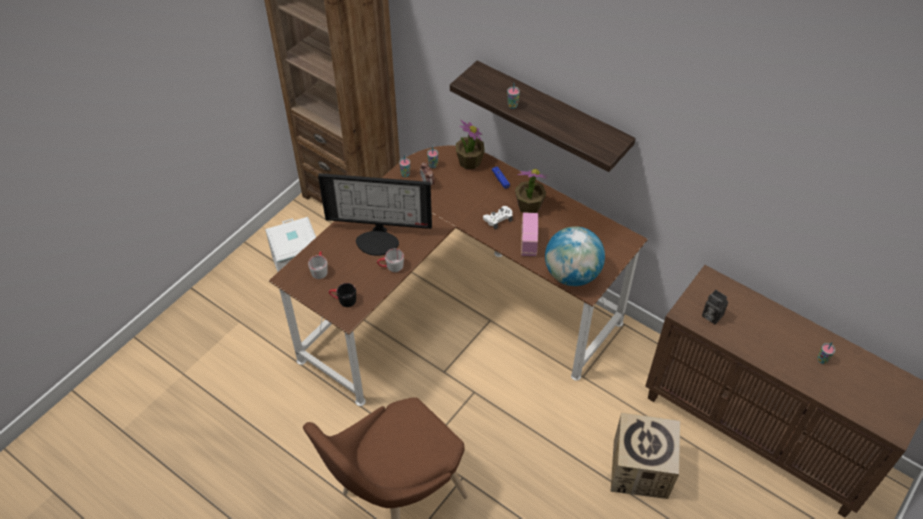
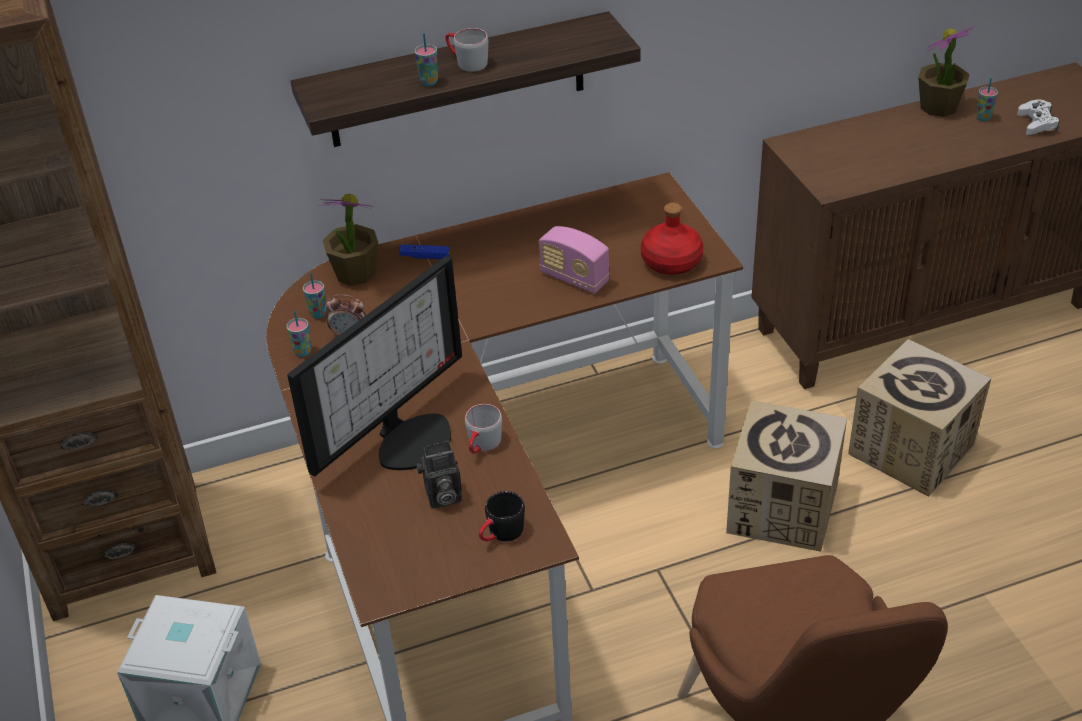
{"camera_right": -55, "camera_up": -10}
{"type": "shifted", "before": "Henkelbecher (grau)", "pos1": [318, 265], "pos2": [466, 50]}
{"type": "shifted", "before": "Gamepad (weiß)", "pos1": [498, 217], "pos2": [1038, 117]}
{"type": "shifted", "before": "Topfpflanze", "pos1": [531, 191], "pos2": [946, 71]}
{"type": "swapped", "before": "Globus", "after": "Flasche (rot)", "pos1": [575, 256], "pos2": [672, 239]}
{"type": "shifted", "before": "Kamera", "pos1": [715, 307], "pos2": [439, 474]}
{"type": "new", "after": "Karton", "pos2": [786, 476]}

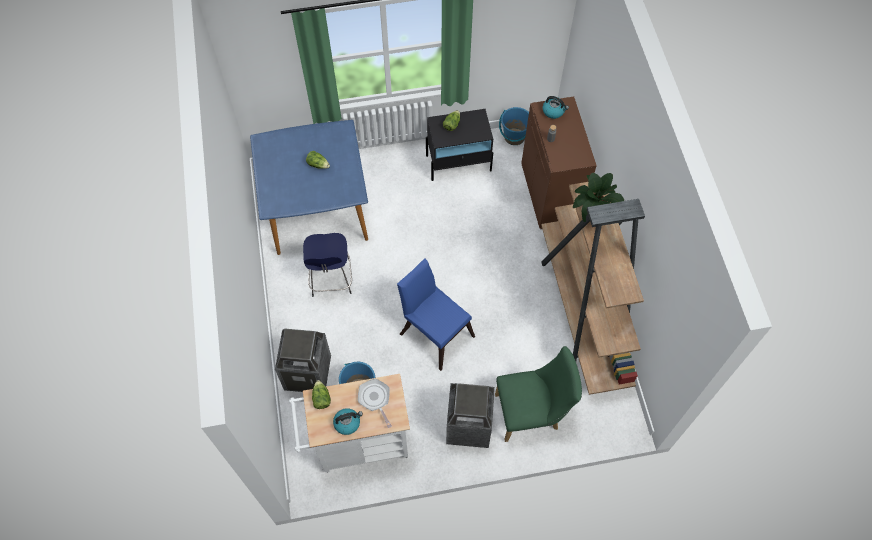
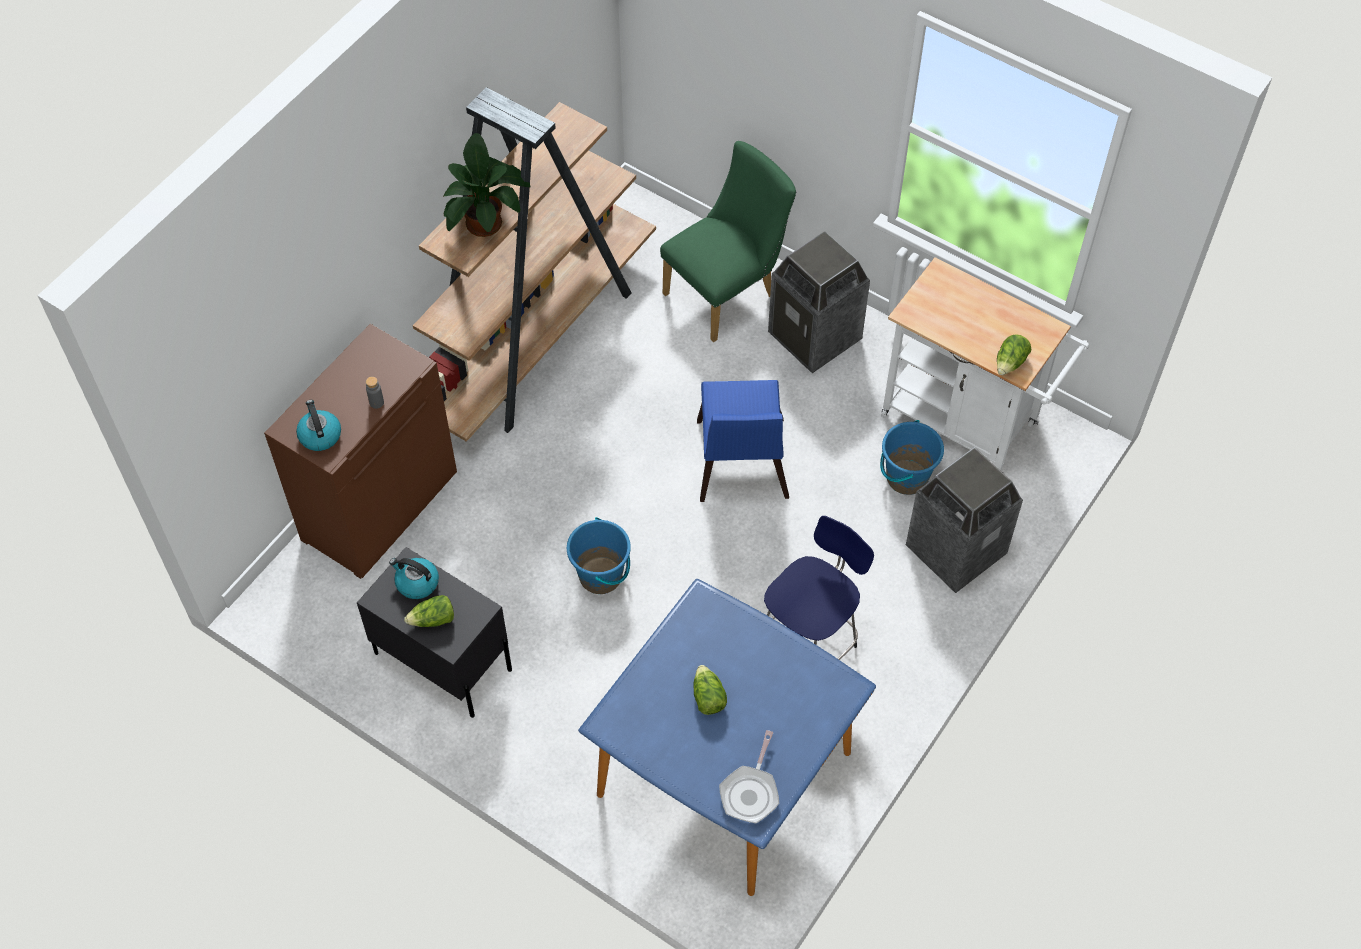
{"camera_right": -135, "camera_up": -5}
{"type": "shifted", "before": "Wasserkessel", "pos1": [348, 421], "pos2": [414, 578]}
{"type": "shifted", "before": "Pfanne", "pos1": [375, 403], "pos2": [749, 776]}
{"type": "rotated", "before": "Stuhl (grün)", "pos1": [538, 394], "pos2": [728, 241], "turn": 105}
{"type": "shifted", "before": "Eimer (blau)", "pos1": [514, 126], "pos2": [599, 555]}

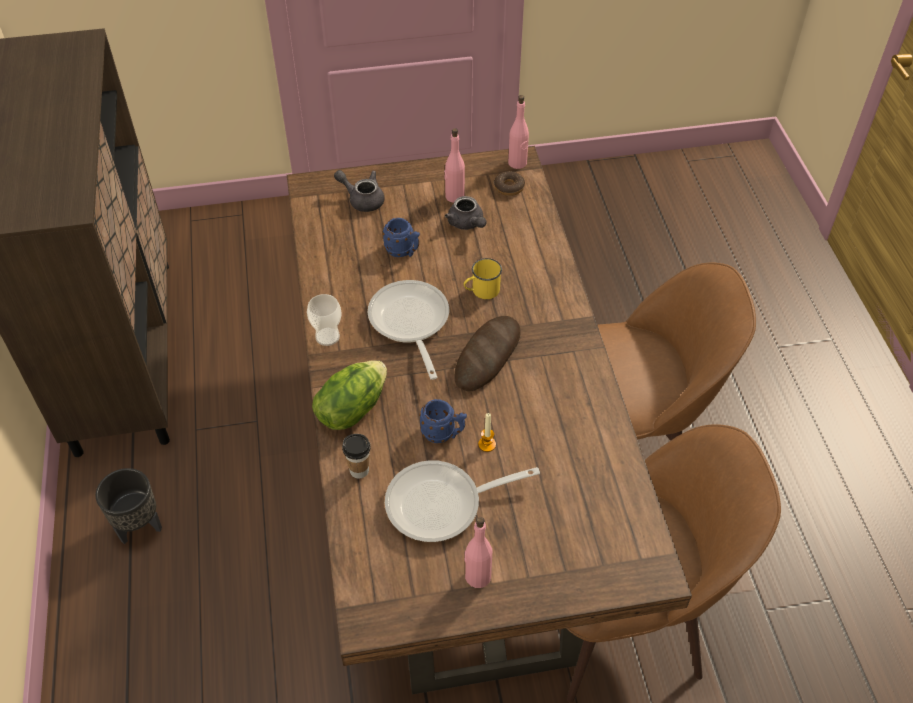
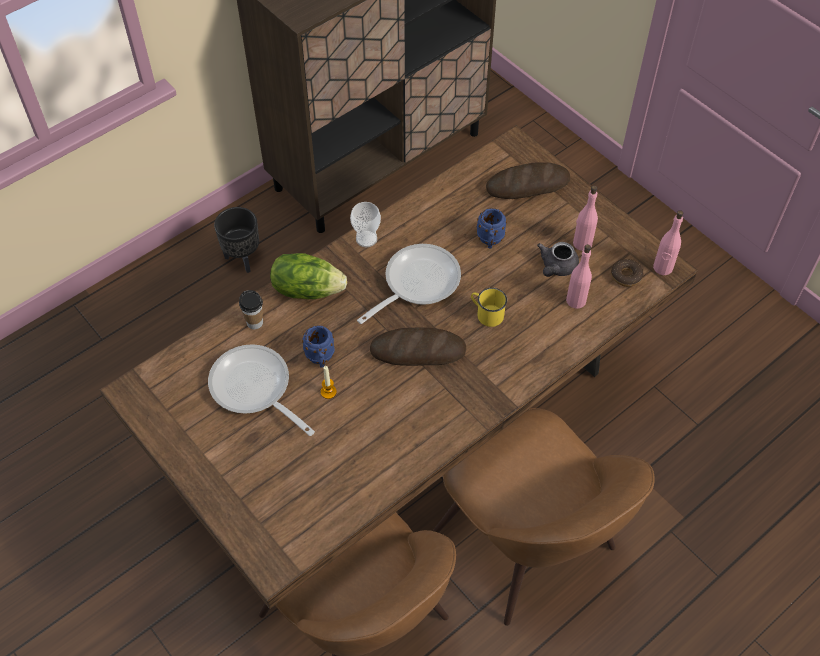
{"camera_right": 60, "camera_up": 5}
{"type": "swapped", "before": "Teekanne (grau)", "after": "Brot", "pos1": [359, 191], "pos2": [528, 180]}
{"type": "shifted", "before": "Flasche (rosa)", "pos1": [478, 552], "pos2": [579, 276]}

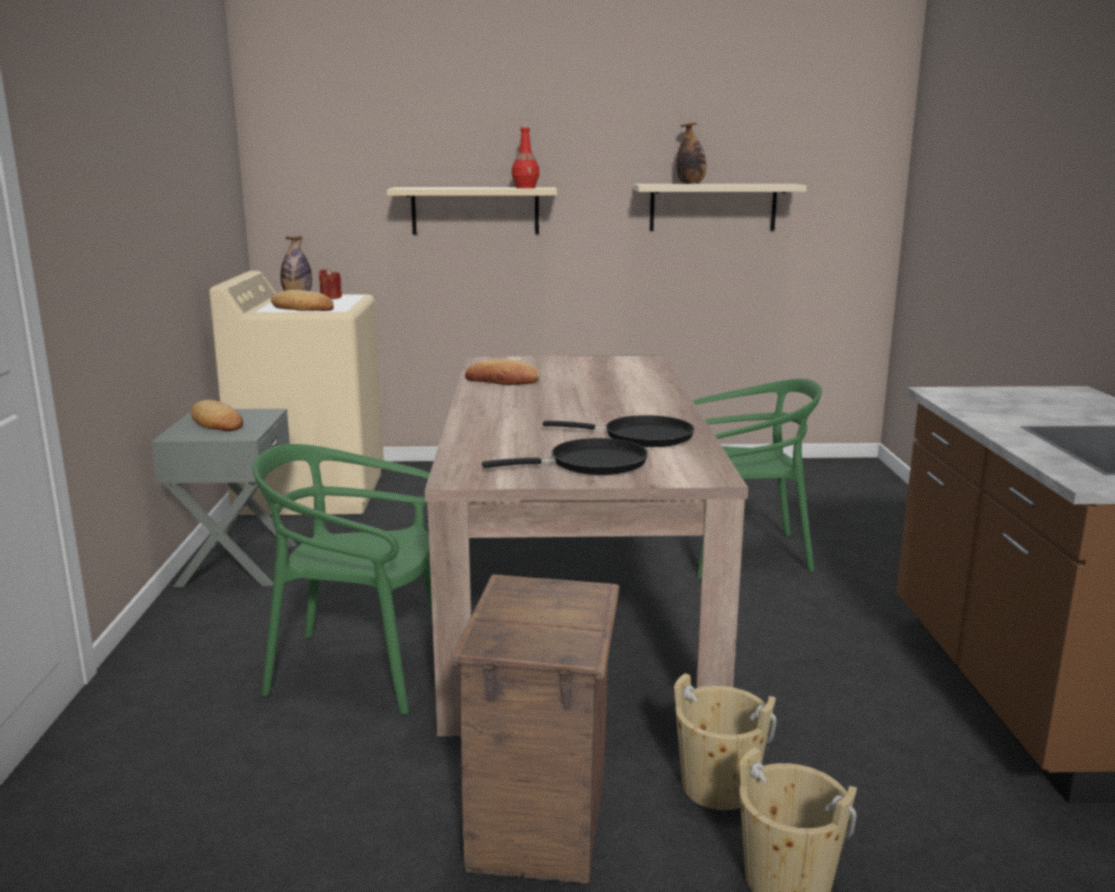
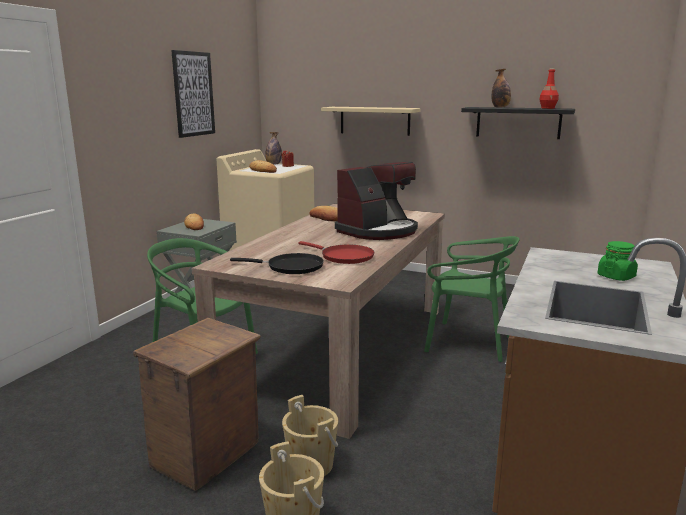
{"camera_right": 25, "camera_up": 0}
{"type": "shifted", "before": "Flasche (rot)", "pos1": [526, 156], "pos2": [549, 88]}
{"type": "repainted", "before": "Pfanne (schwarz)", "after": "Pfanne (rot)", "pos1": [618, 431], "pos2": [336, 252]}
{"type": "repainted", "before": "Wandregal (beige)", "after": "Wandregal (schwarz)", "pos1": [720, 207], "pos2": [518, 123]}
{"type": "new", "after": "Bild", "pos2": [193, 94]}
{"type": "new", "after": "Kaffeemaschine", "pos2": [376, 201]}
{"type": "new", "after": "Vorratsglas (grün)", "pos2": [618, 261]}

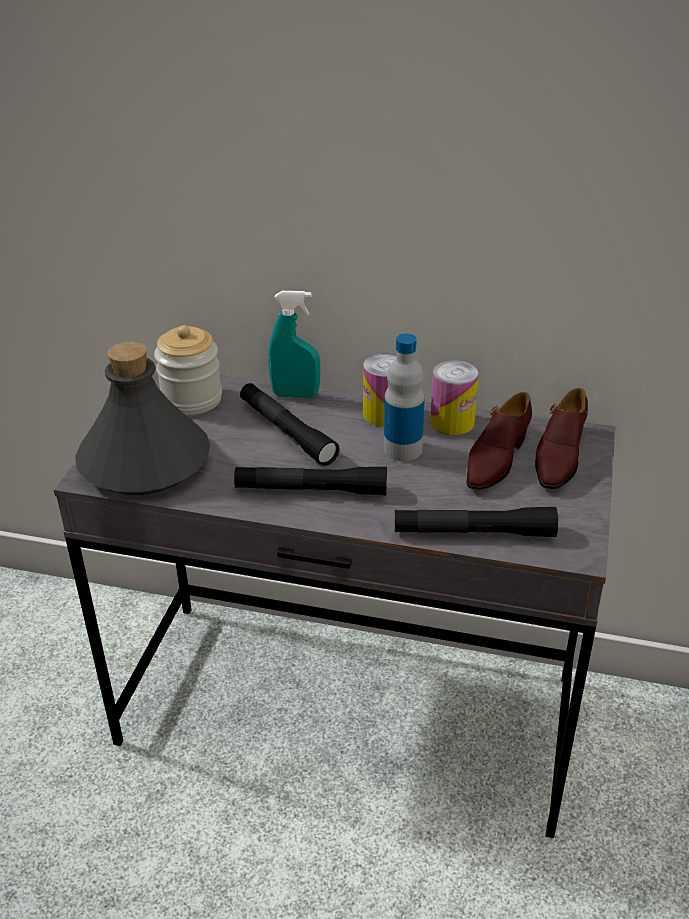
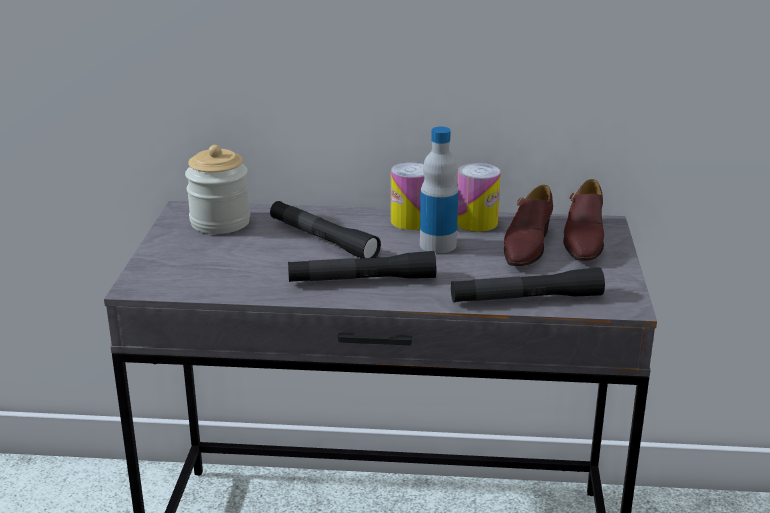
{"camera_right": -10, "camera_up": -10}
{"type": "gone", "before": "Flasche (grau)", "pos1": [142, 418]}
{"type": "gone", "before": "Sprühflasche (türkis)", "pos1": [294, 344]}

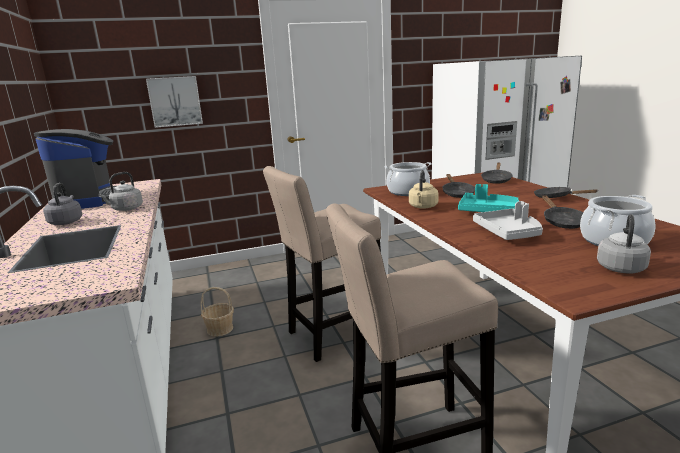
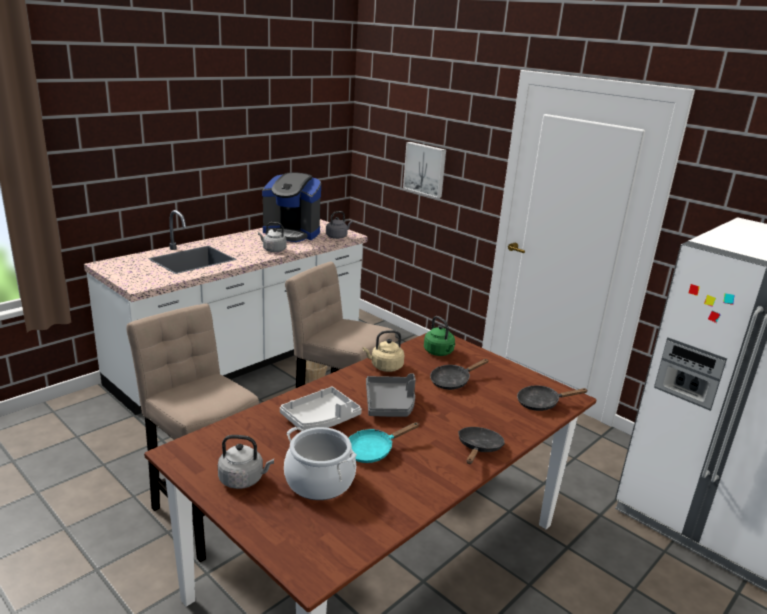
{"camera_right": 60, "camera_up": 5}
{"type": "rotated", "before": "Kaffeemaschine", "pos1": [75, 169], "pos2": [291, 207], "turn": 60}
{"type": "shifted", "before": "Wasserkessel (grau)", "pos1": [62, 204], "pos2": [339, 225]}
{"type": "swapped", "before": "Kochtopf", "after": "Wasserkessel (grün)", "pos1": [408, 179], "pos2": [439, 336]}
{"type": "repainted", "before": "Tablett (türkis)", "after": "Tablett (grau)", "pos1": [488, 198], "pos2": [391, 395]}
{"type": "repainted", "before": "Pfanne (schwarz)", "after": "Pfanne (türkis)", "pos1": [562, 212], "pos2": [384, 442]}

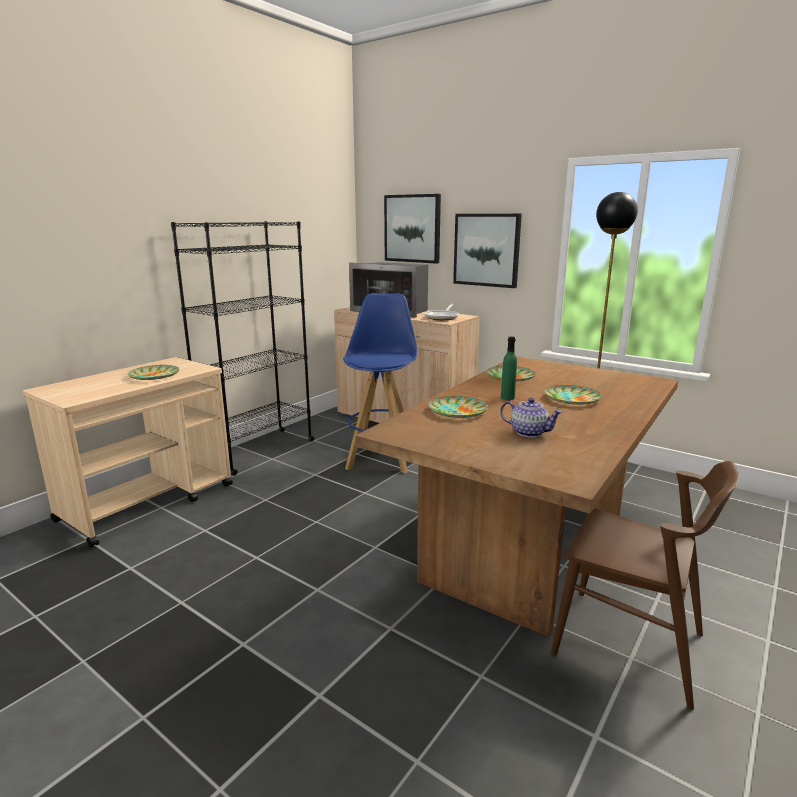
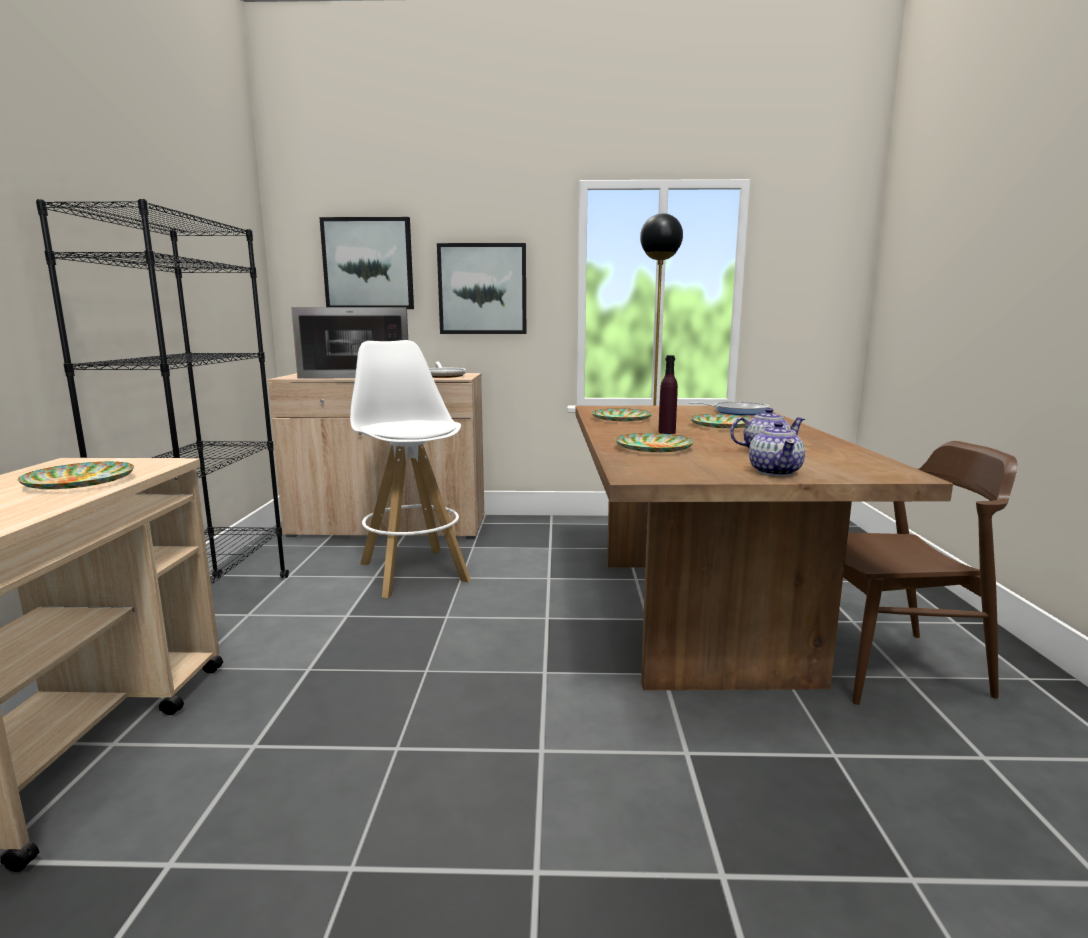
{"camera_right": -35, "camera_up": -5}
{"type": "repainted", "before": "Hocker (blau)", "after": "Hocker (weiß)", "pos1": [380, 383], "pos2": [410, 469]}
{"type": "repainted", "before": "Flasche (grün)", "after": "Flasche (lila)", "pos1": [509, 368], "pos2": [668, 394]}
{"type": "new", "after": "Pfanne", "pos2": [729, 408]}
{"type": "new", "after": "Teekanne", "pos2": [777, 448]}

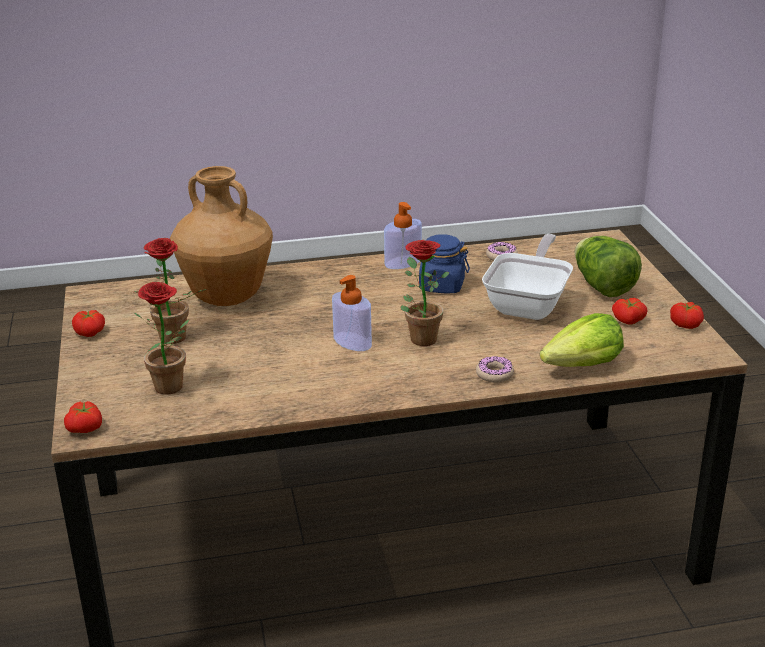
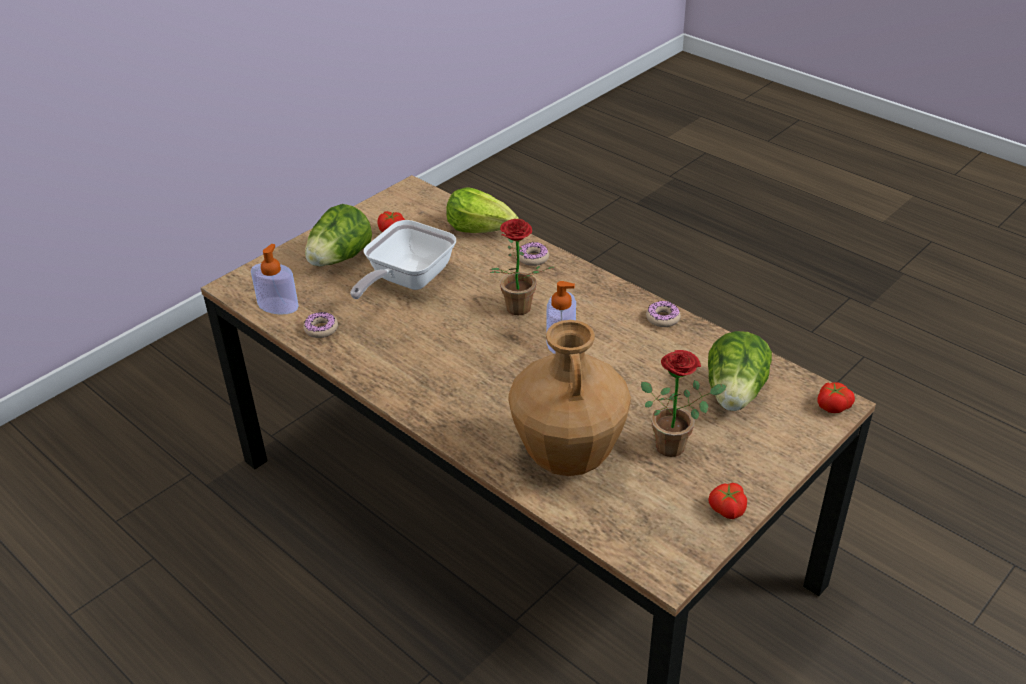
{"camera_right": -125, "camera_up": 10}
{"type": "swapped", "before": "Topfpflanze", "after": "Salatkopf", "pos1": [161, 338], "pos2": [740, 371]}
{"type": "shifted", "before": "Seifenspender", "pos1": [403, 235], "pos2": [275, 279]}
{"type": "gone", "before": "Vorratsglas (blau)", "pos1": [444, 263]}
{"type": "rotated", "before": "Pfanne", "pos1": [527, 277], "pos2": [403, 259], "turn": -45}
{"type": "gone", "before": "Tomate", "pos1": [687, 315]}
{"type": "new", "after": "Donut", "pos2": [663, 314]}

